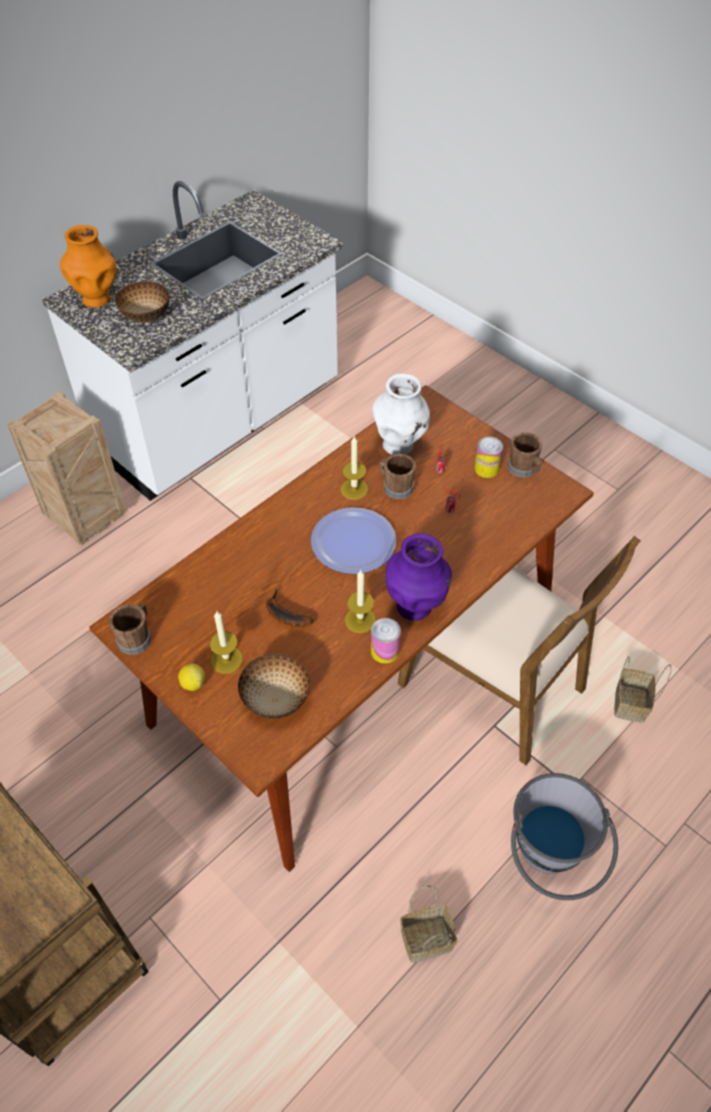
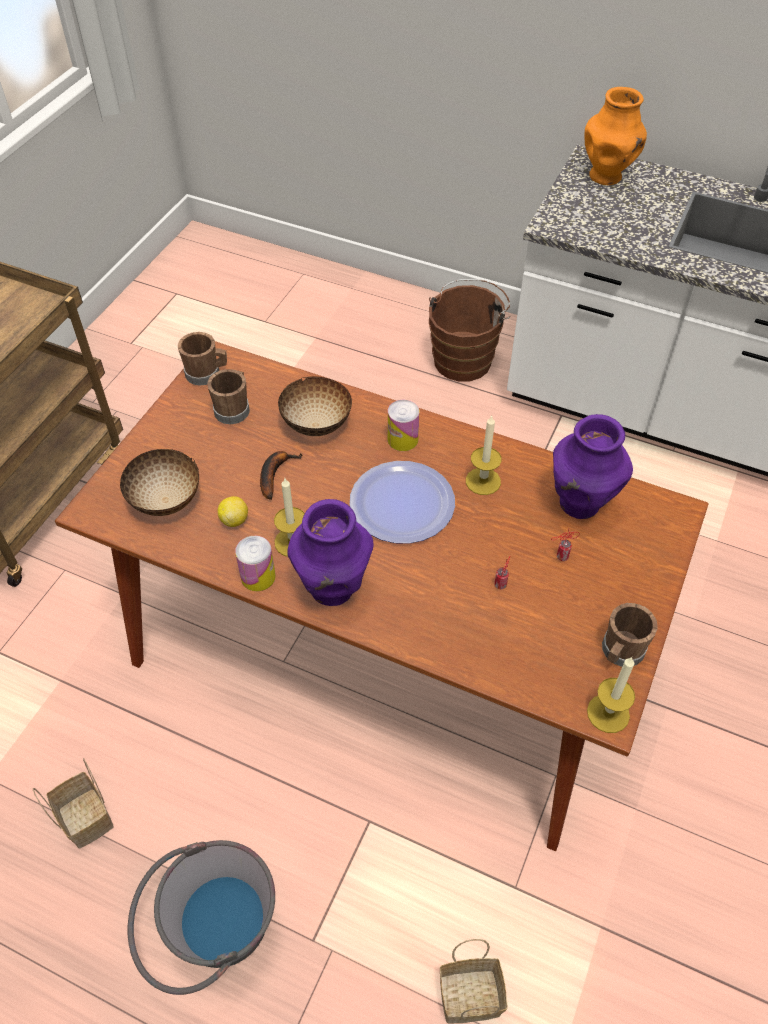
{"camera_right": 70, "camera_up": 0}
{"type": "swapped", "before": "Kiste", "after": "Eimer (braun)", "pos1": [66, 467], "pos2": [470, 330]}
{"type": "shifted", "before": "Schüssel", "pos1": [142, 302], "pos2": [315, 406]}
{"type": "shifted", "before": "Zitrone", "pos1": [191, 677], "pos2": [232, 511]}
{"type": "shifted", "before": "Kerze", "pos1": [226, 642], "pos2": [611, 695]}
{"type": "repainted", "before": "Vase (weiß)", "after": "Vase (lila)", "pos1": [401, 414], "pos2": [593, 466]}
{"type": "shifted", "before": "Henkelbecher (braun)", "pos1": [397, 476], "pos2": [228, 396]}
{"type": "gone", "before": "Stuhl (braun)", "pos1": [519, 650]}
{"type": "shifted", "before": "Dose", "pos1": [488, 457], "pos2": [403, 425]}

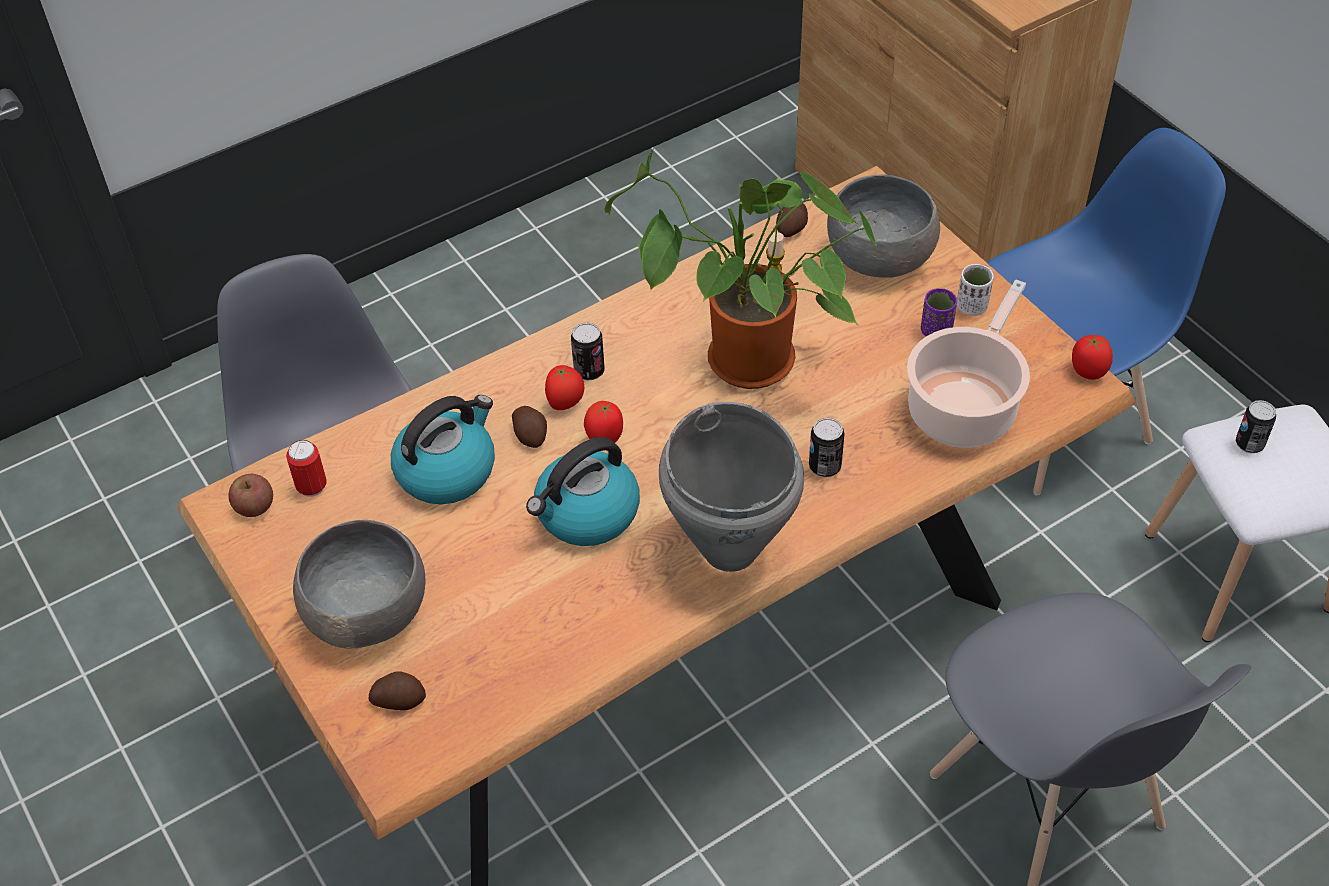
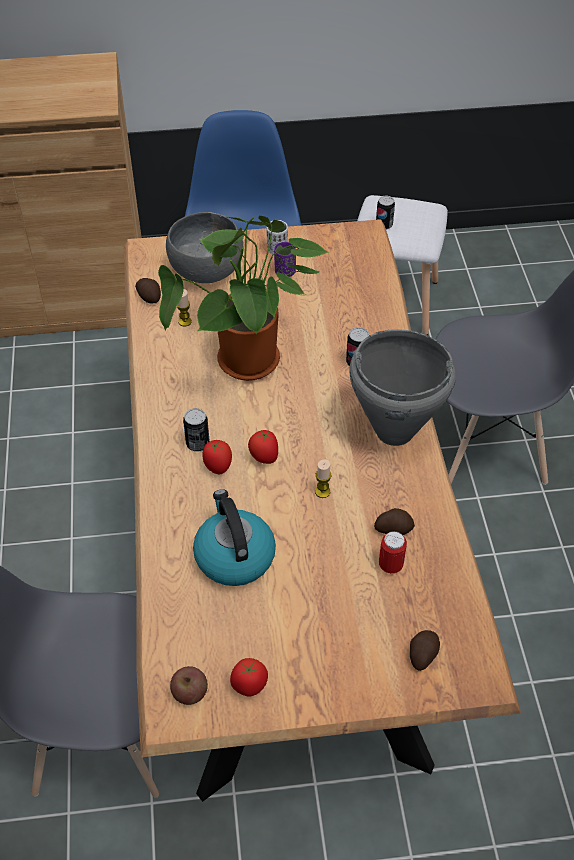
{"camera_right": -65, "camera_up": 0}
{"type": "shifted", "before": "Dose", "pos1": [306, 468], "pos2": [393, 552]}
{"type": "gone", "before": "Schüssel (grau)", "pos1": [359, 584]}
{"type": "shifted", "before": "Kartoffel", "pos1": [529, 427], "pos2": [394, 521]}
{"type": "swapped", "before": "Wasserkessel", "after": "Kerze", "pos1": [583, 491], "pos2": [323, 478]}
{"type": "gone", "before": "Kochtopf", "pos1": [968, 364]}
{"type": "shifted", "before": "Tomate", "pos1": [1092, 357], "pos2": [249, 677]}

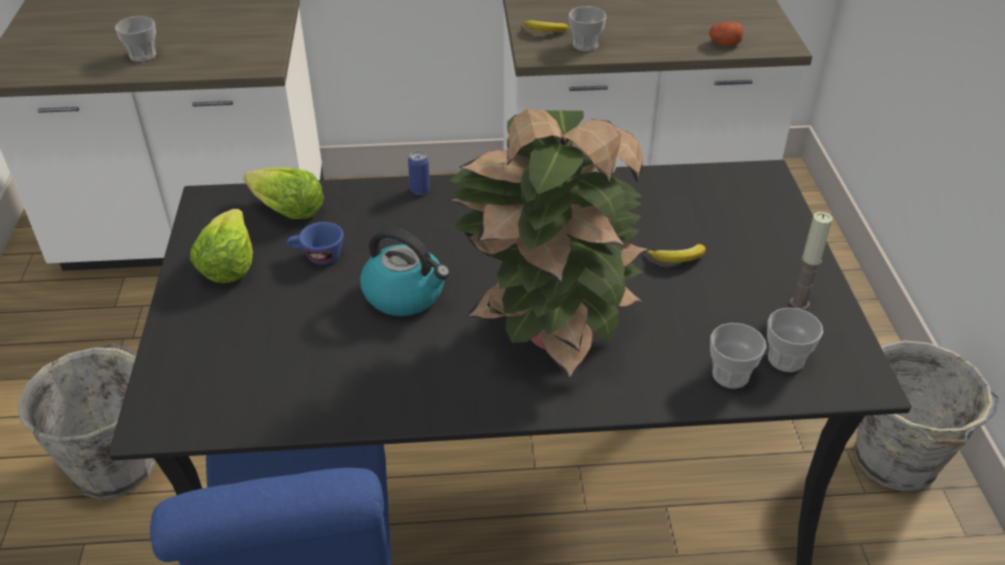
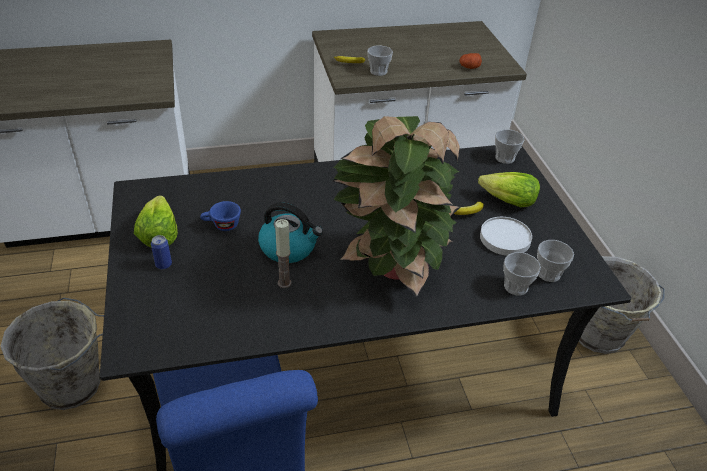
{"camera_right": -10, "camera_up": 0}
{"type": "shifted", "before": "Tasse", "pos1": [135, 39], "pos2": [509, 146]}
{"type": "shifted", "before": "Salatkopf", "pos1": [283, 193], "pos2": [509, 189]}
{"type": "shifted", "before": "Dose", "pos1": [419, 173], "pos2": [161, 252]}
{"type": "shifted", "before": "Kerze", "pos1": [811, 261], "pos2": [283, 253]}
{"type": "new", "after": "Teller (weiß)", "pos2": [506, 236]}

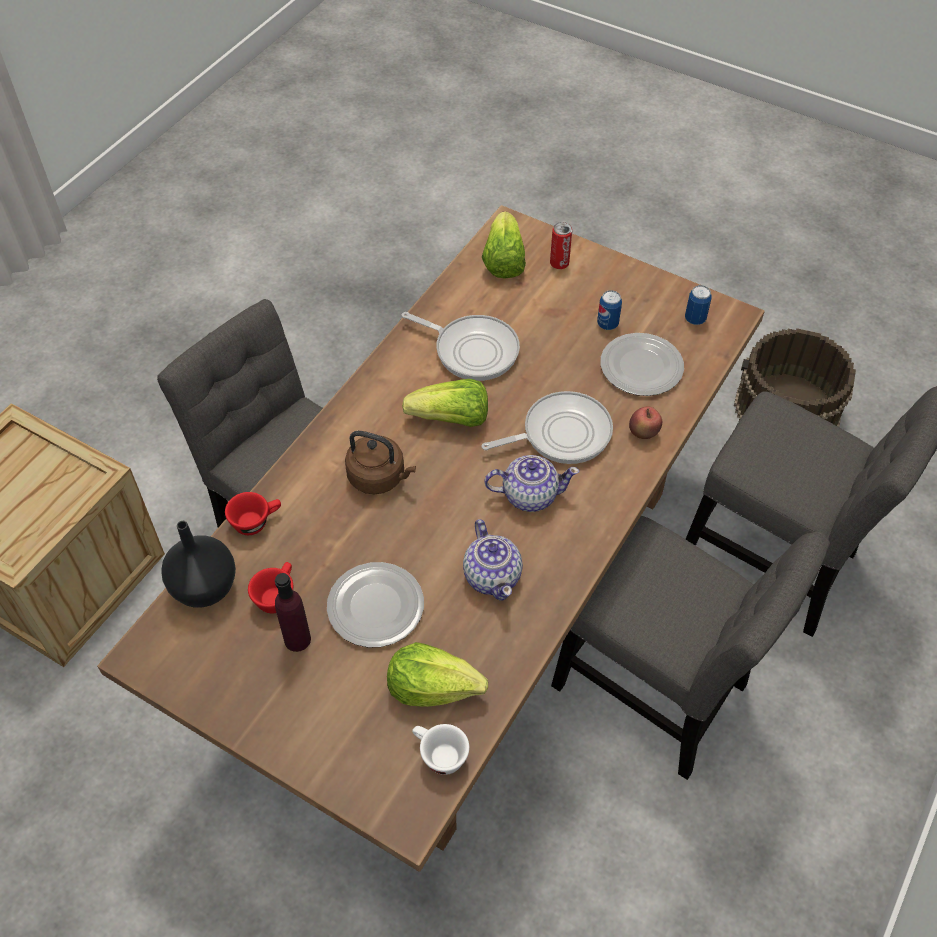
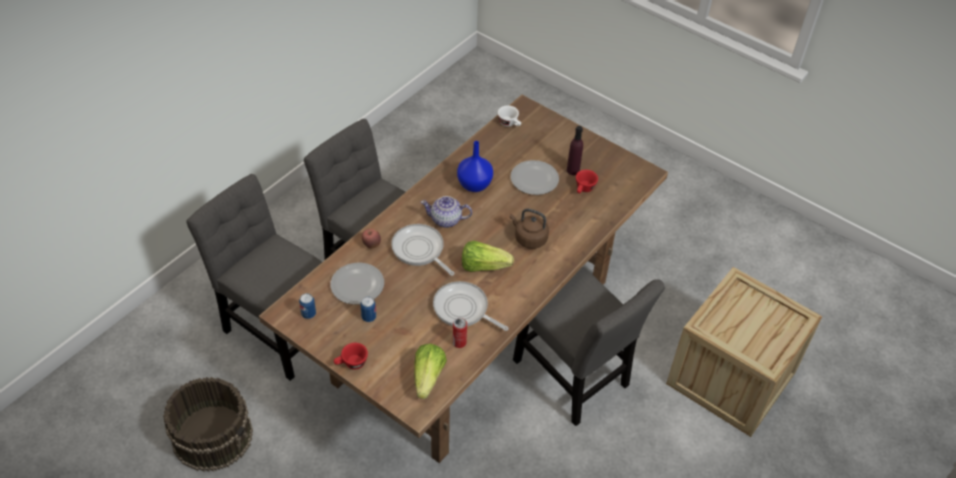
{"camera_right": -175, "camera_up": -5}
{"type": "gone", "before": "Vase (schwarz)", "pos1": [199, 564]}
{"type": "shifted", "before": "Tasse (rot)", "pos1": [253, 513], "pos2": [351, 356]}
{"type": "gone", "before": "Salatkopf", "pos1": [437, 674]}
{"type": "swapped", "before": "Teekanne", "after": "Vase (blau)", "pos1": [493, 560], "pos2": [475, 166]}
{"type": "rotated", "before": "Pfanne", "pos1": [547, 427], "pos2": [422, 250], "turn": 60}
{"type": "shifted", "before": "Dose", "pos1": [561, 245], "pos2": [460, 333]}

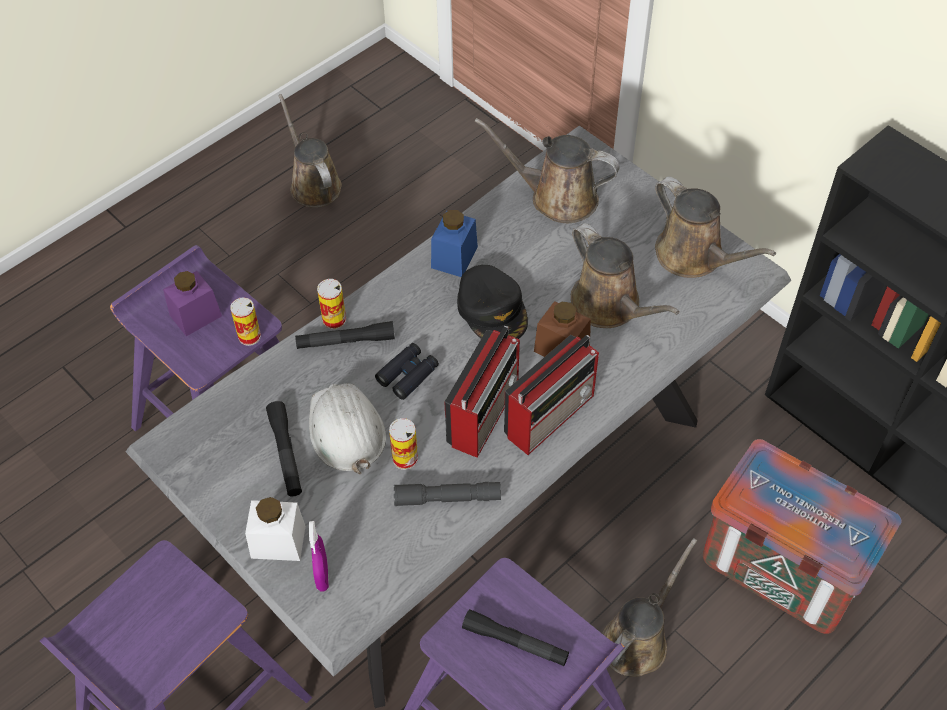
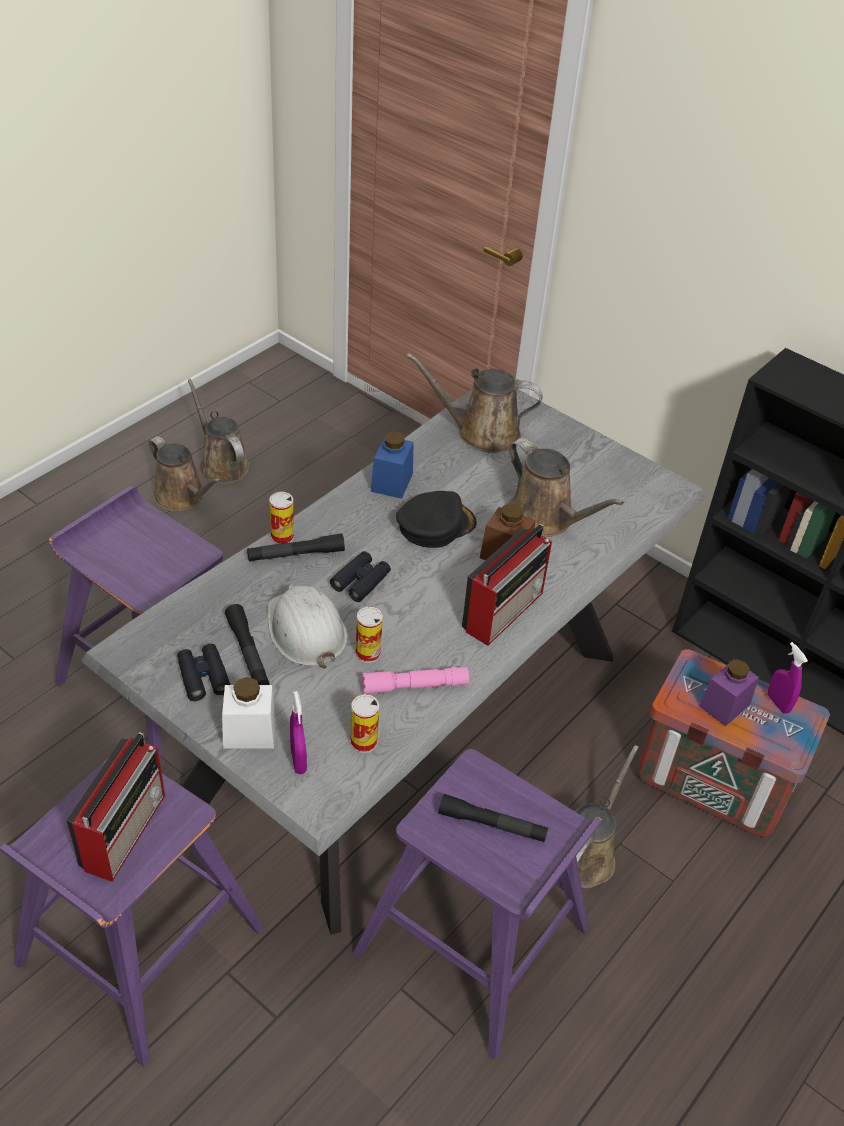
{"camera_right": -10, "camera_up": -10}
{"type": "shifted", "before": "Vorratsglas (lila)", "pos1": [192, 303], "pos2": [729, 692]}
{"type": "shifted", "before": "Dose", "pos1": [245, 321], "pos2": [364, 723]}
{"type": "repainted", "before": "Taschenlampe (grau)", "after": "Taschenlampe (rosa)", "pos1": [447, 494], "pos2": [415, 680]}
{"type": "shifted", "before": "Radio", "pos1": [482, 392], "pos2": [115, 807]}
{"type": "rotated", "before": "Kappe (schwarz)", "pos1": [492, 302], "pos2": [436, 519], "turn": -90}
{"type": "shifted", "before": "Gießkanne (braun)", "pos1": [715, 227], "pos2": [184, 473]}
{"type": "new", "after": "Fernglas (schwarz)", "pos2": [203, 672]}
{"type": "new", "after": "Sprühflasche (lila)", "pos2": [788, 678]}

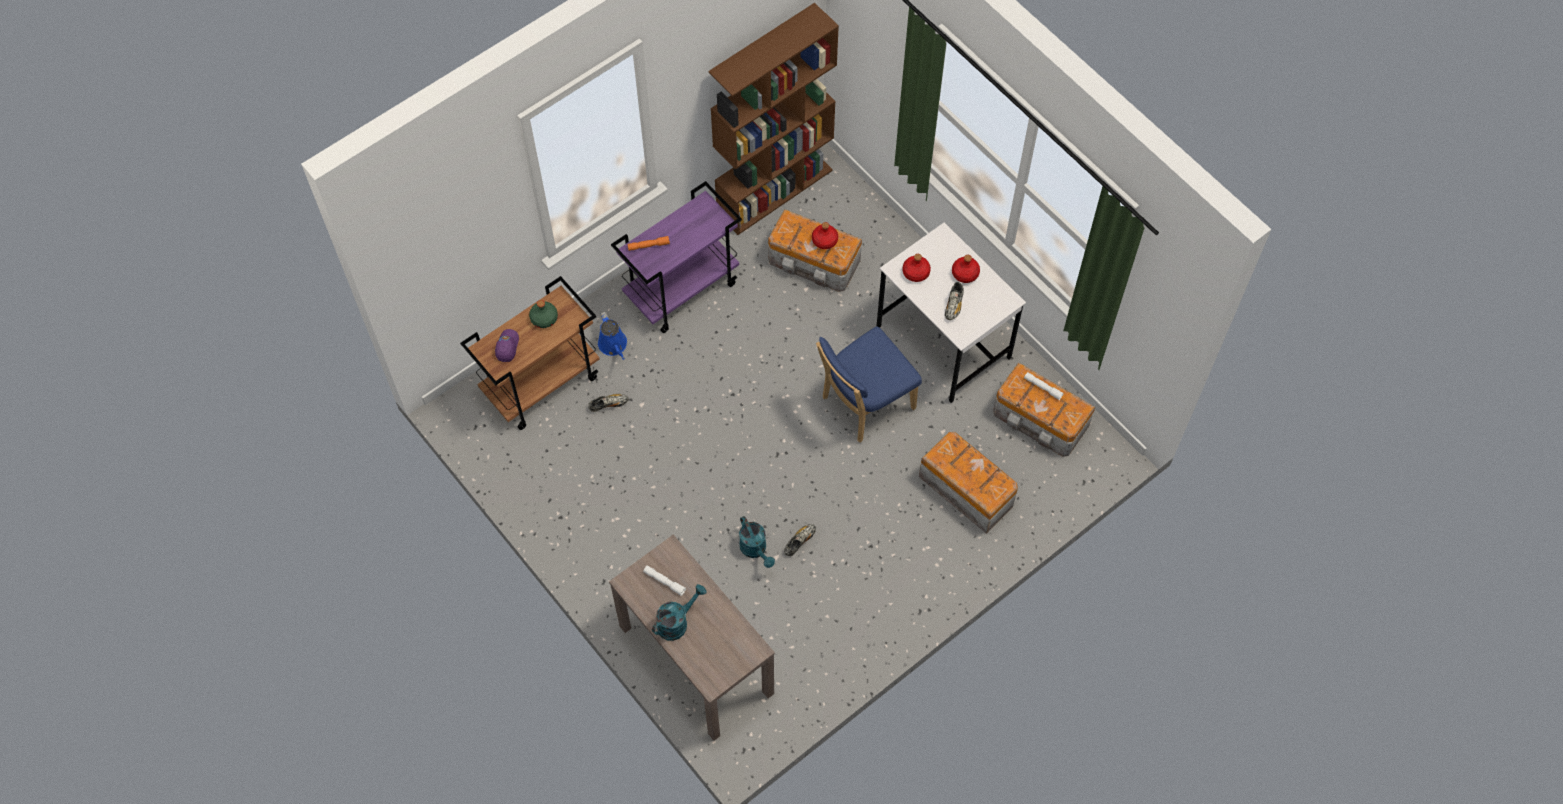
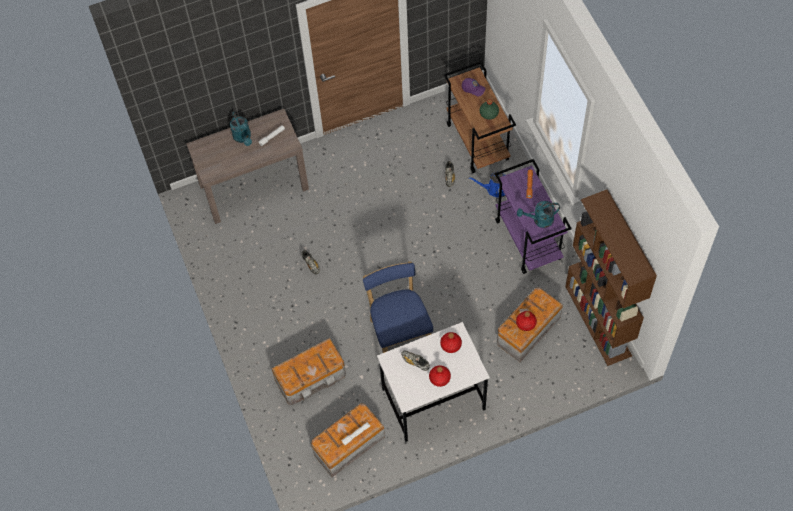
{"camera_right": 110, "camera_up": 0}
{"type": "shifted", "before": "Gießkanne (türkis)", "pos1": [757, 542], "pos2": [538, 214]}

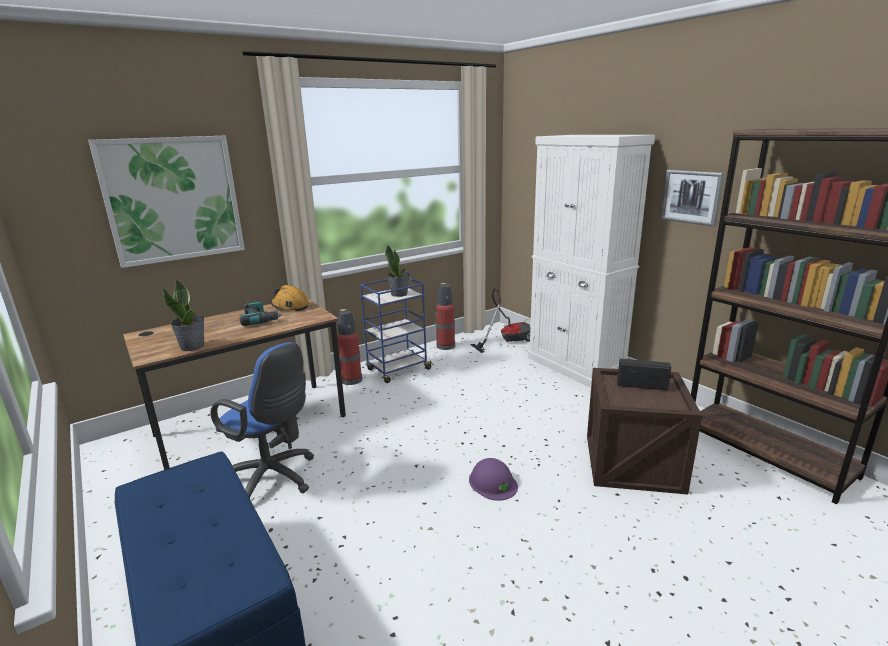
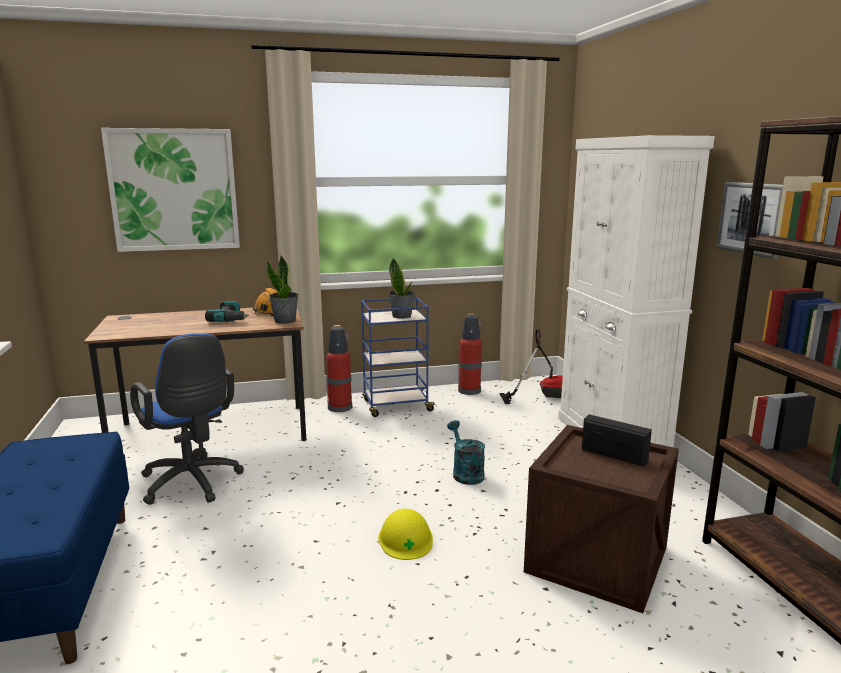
{"camera_right": 20, "camera_up": -5}
{"type": "shifted", "before": "Topfpflanze", "pos1": [183, 315], "pos2": [283, 289]}
{"type": "repainted", "before": "Schutzhelm (lila)", "after": "Schutzhelm (gelb)", "pos1": [493, 479], "pos2": [405, 534]}
{"type": "new", "after": "Gießkanne (türkis)", "pos2": [466, 452]}

